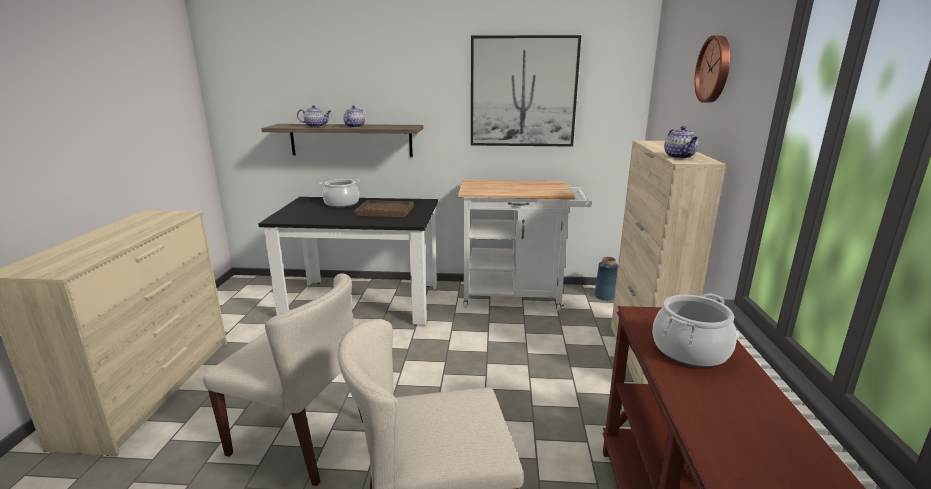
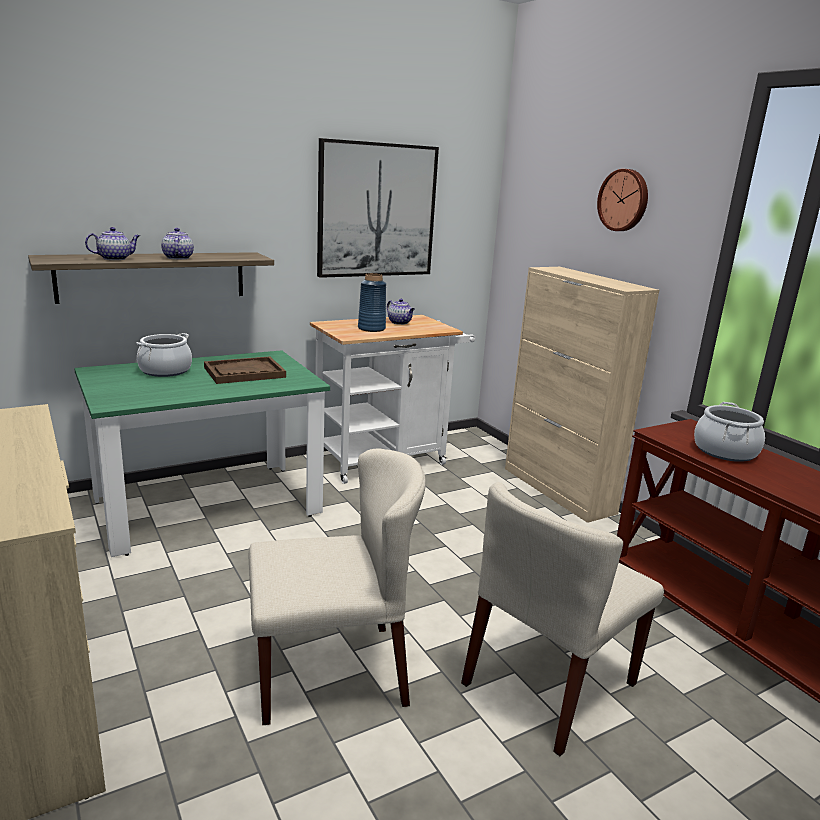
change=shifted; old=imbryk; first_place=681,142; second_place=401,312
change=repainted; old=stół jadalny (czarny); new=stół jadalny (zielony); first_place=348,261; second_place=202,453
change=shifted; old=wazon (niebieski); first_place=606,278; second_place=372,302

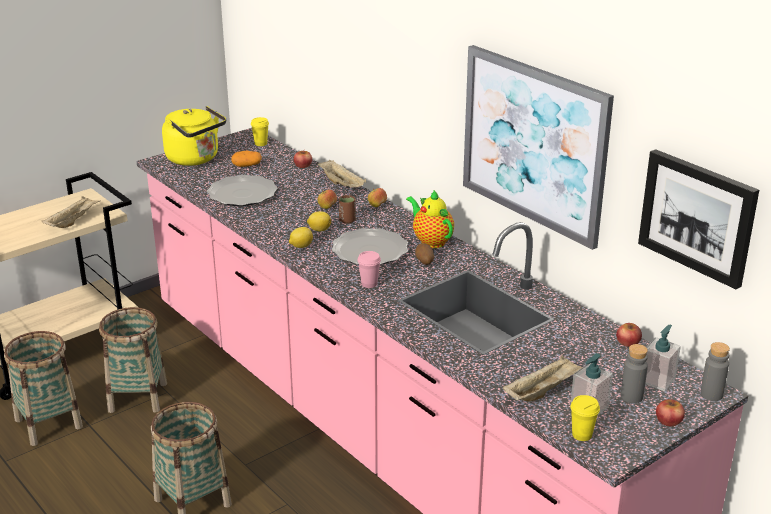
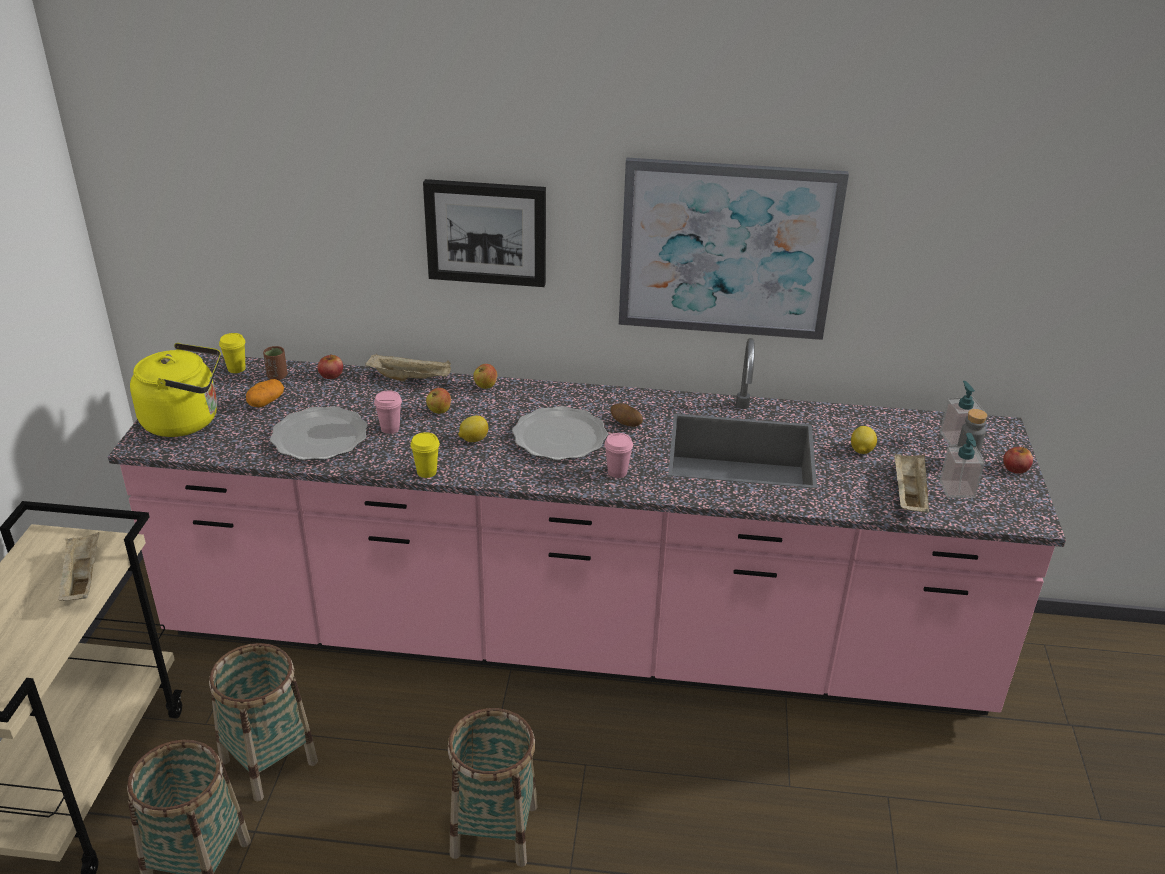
change=shifted; old=obraz; first_place=698,219; second_place=484,233
change=gone; old=imbryk; first_place=430,219
change=shifted; old=filiżanka (brązowy); first_place=347,209; second_place=275,363
change=shifted; old=cytryna; first_place=301,237; second_place=864,440
change=gone; old=jabłko; first_place=629,335
change=gone; old=butelka (szary); first_place=715,371
change=shifted; old=filiżanka (żółty); first_place=585,418; second_place=425,455
change=new; new=filiżanka (różowy); second_place=388,412

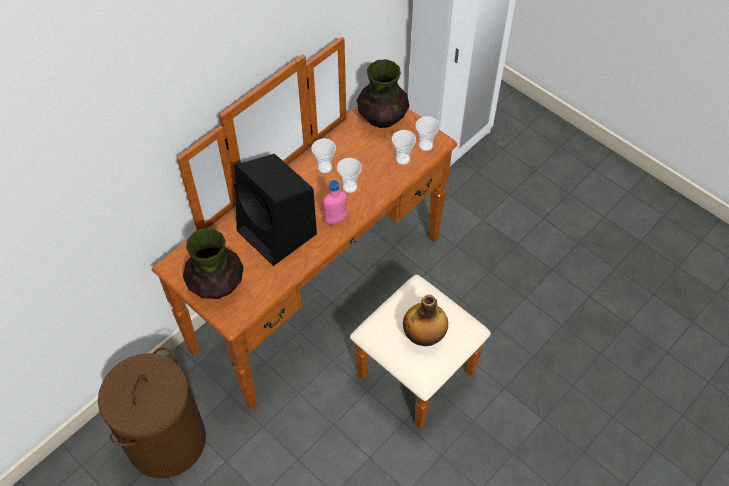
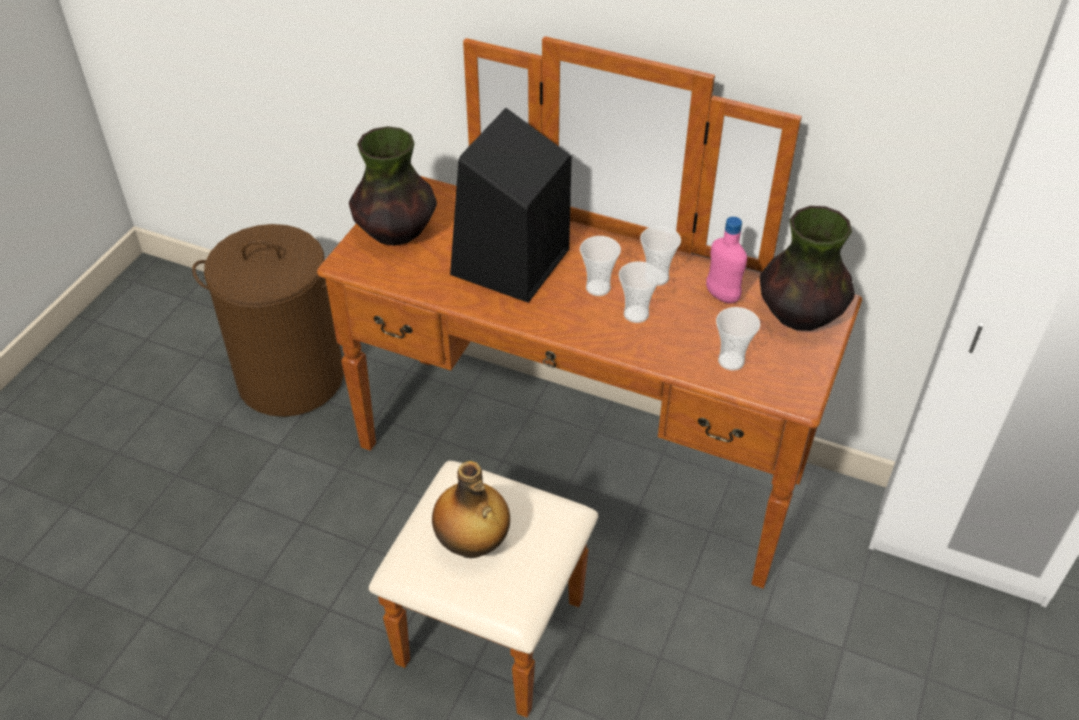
change=shifted; old=filiżanka; first_place=427,133; second_place=600,266
change=shifted; old=butelka (różowy); first_place=335,202; second_place=726,260

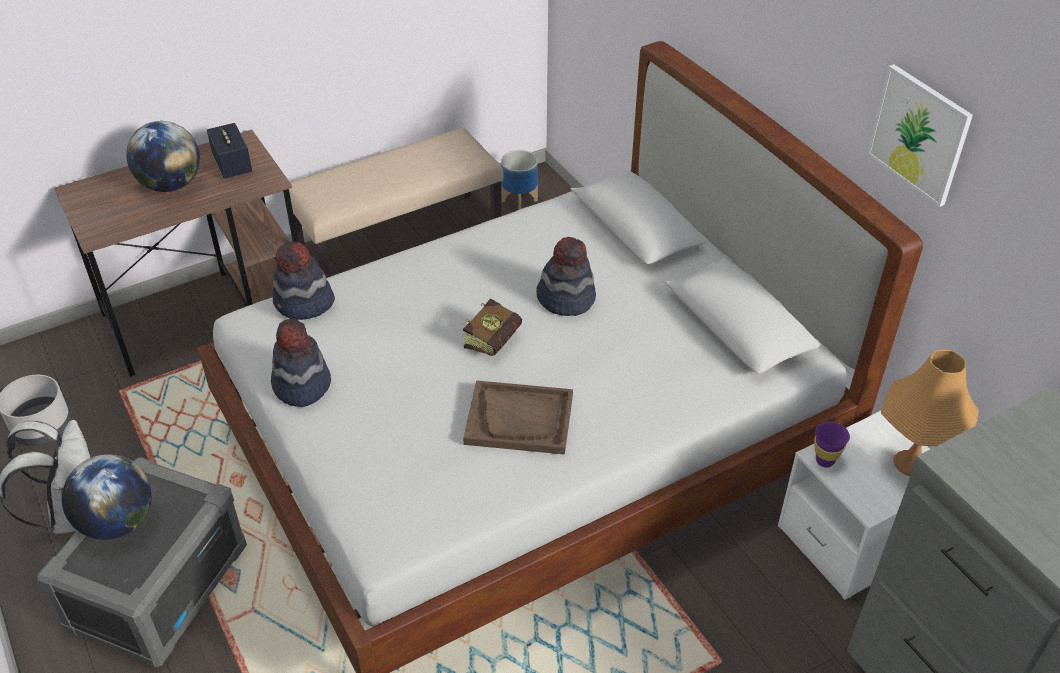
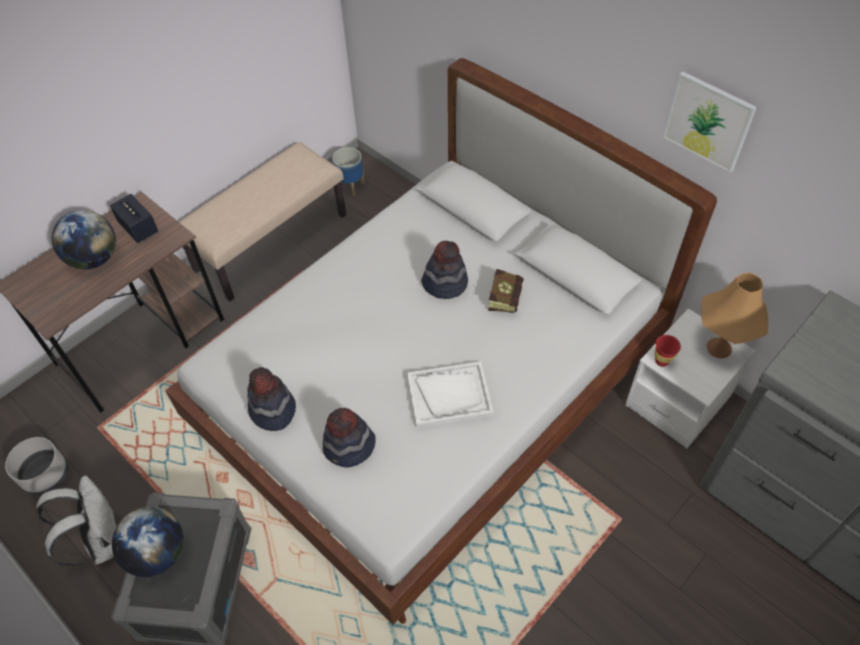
change=shifted; old=kapelusz; first_place=304,280; second_place=349,438
change=shifted; old=książka; first_place=492,327; second_place=506,291
change=repainted; old=taca (brązowy); new=taca (biały); first_place=518,417; second_place=450,394
change=repainted; old=filiżanka (fioletowy); new=filiżanka (czerwony); first_place=832,444; second_place=668,351

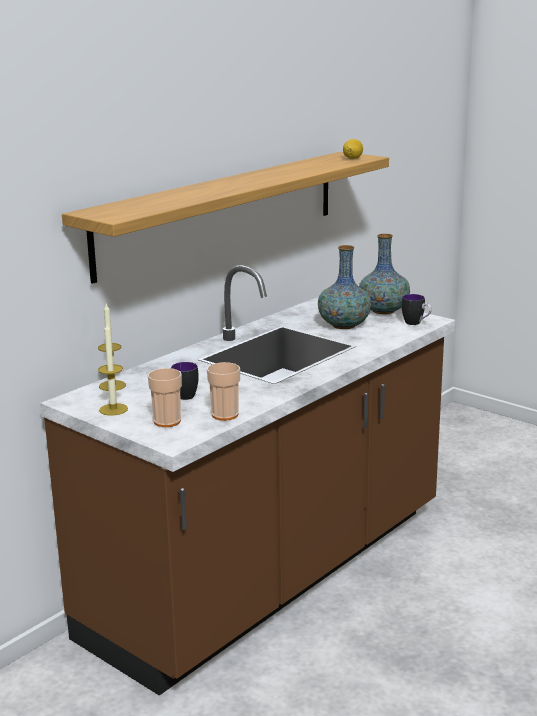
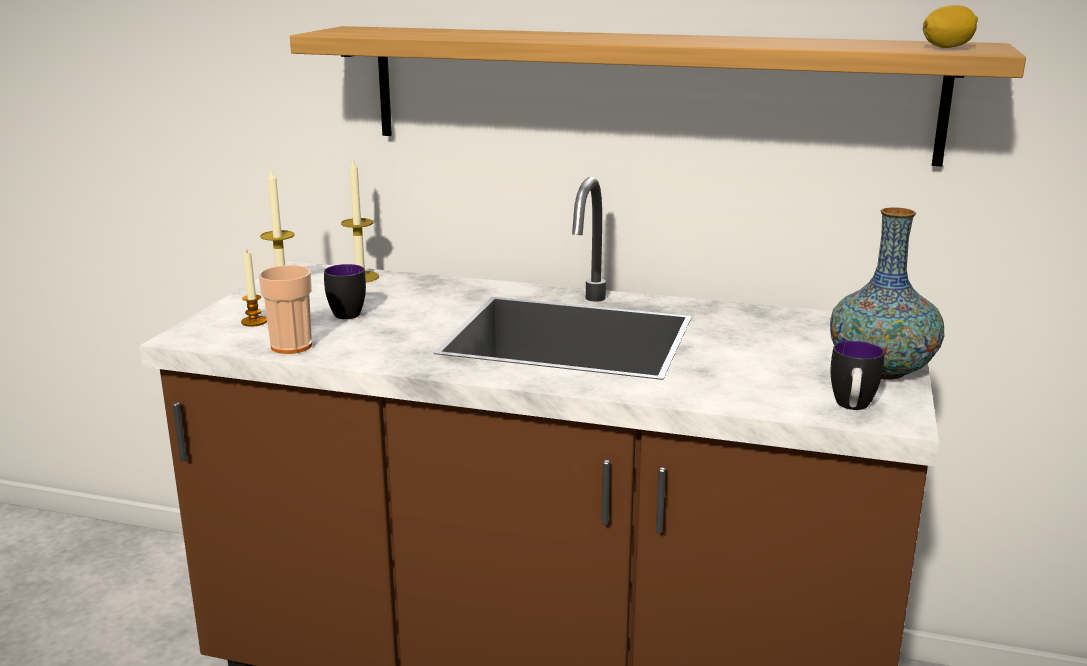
change=gone; old=wazon; first_place=344,287
change=swapped; old=filiżanka; new=świeca; first_place=165,397; second_place=254,289

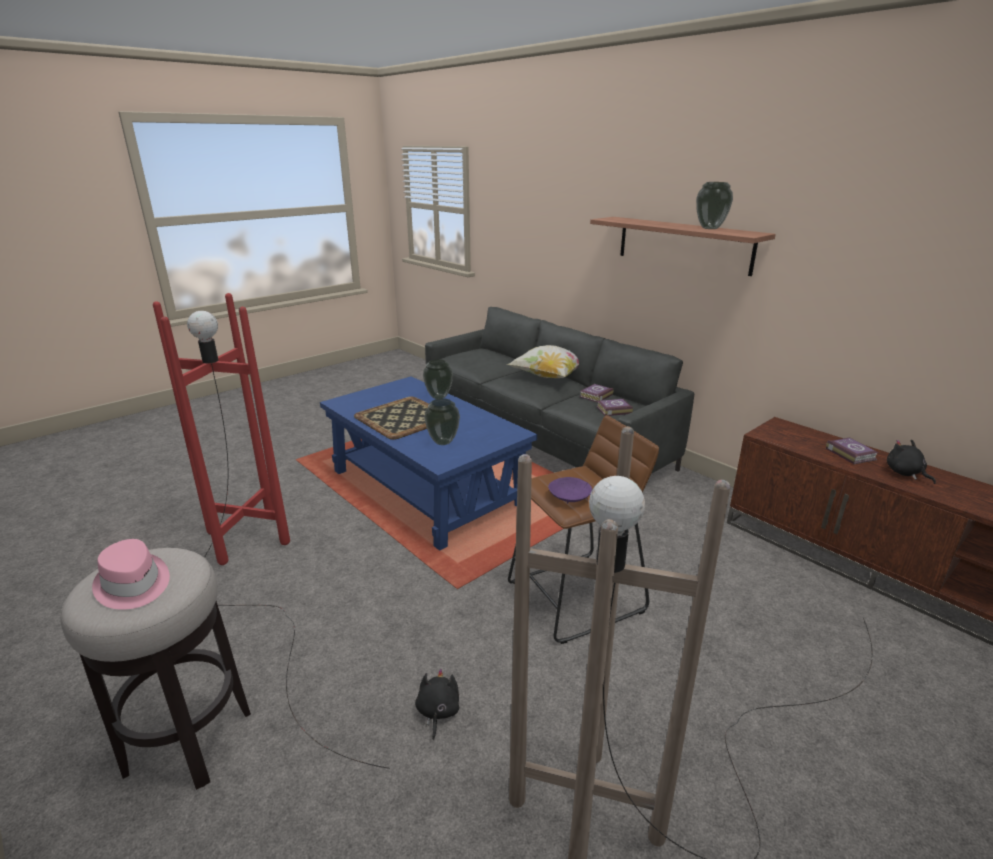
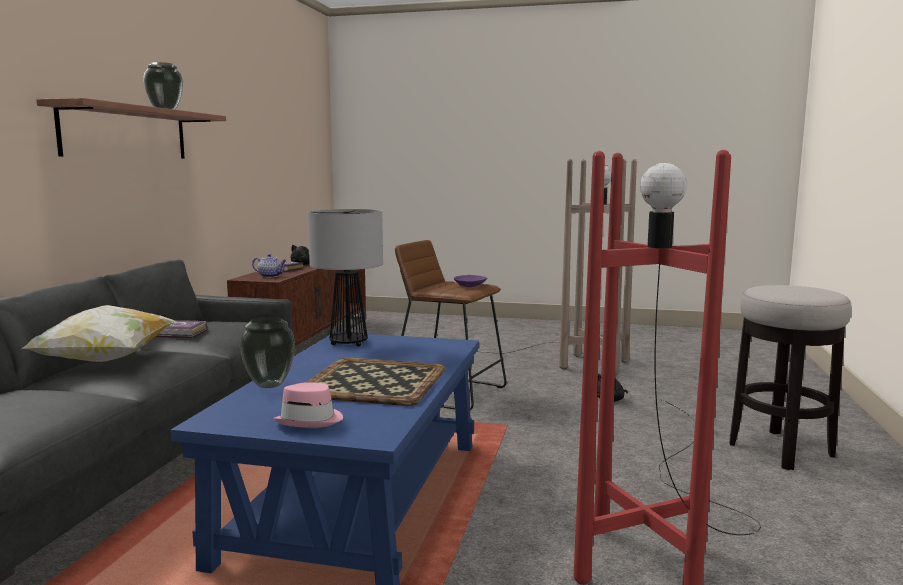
change=gone; old=wazon; first_place=442,421
change=gone; old=książka; first_place=615,407
change=shifted; old=kapelusz (różowy); first_place=131,574; second_place=308,405
change=new; new=lampa stołowa; second_place=345,278
change=new; new=imbryk; second_place=269,266

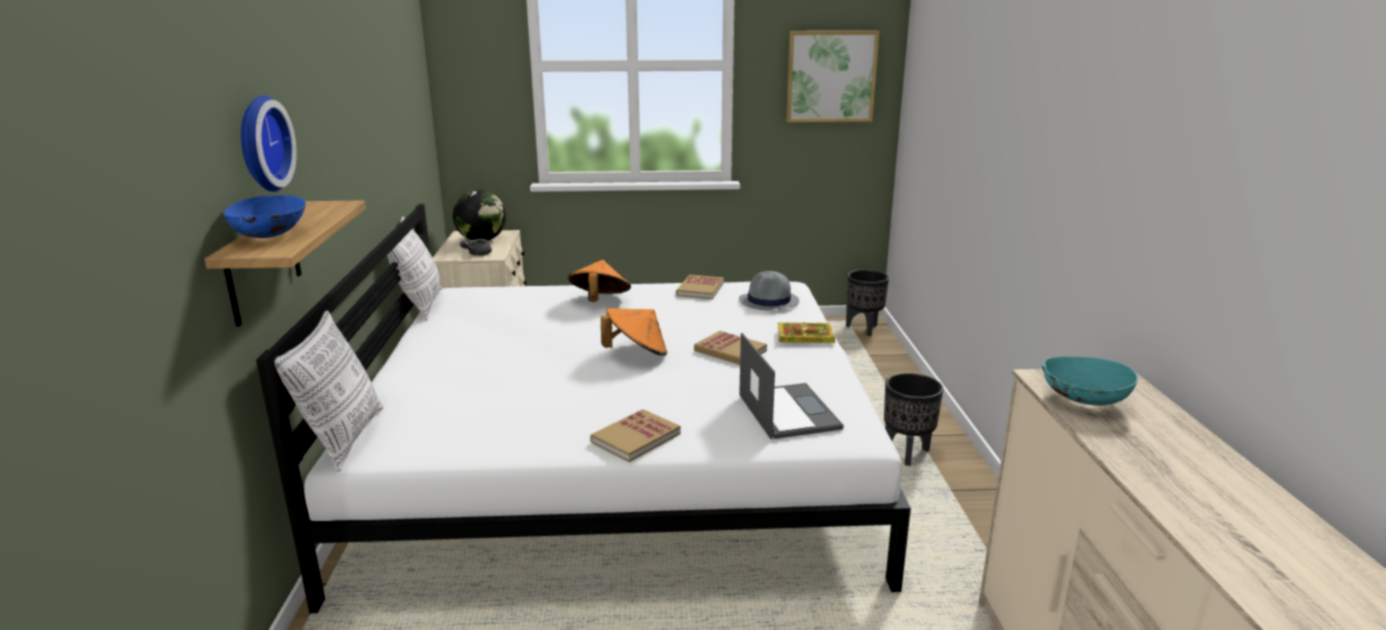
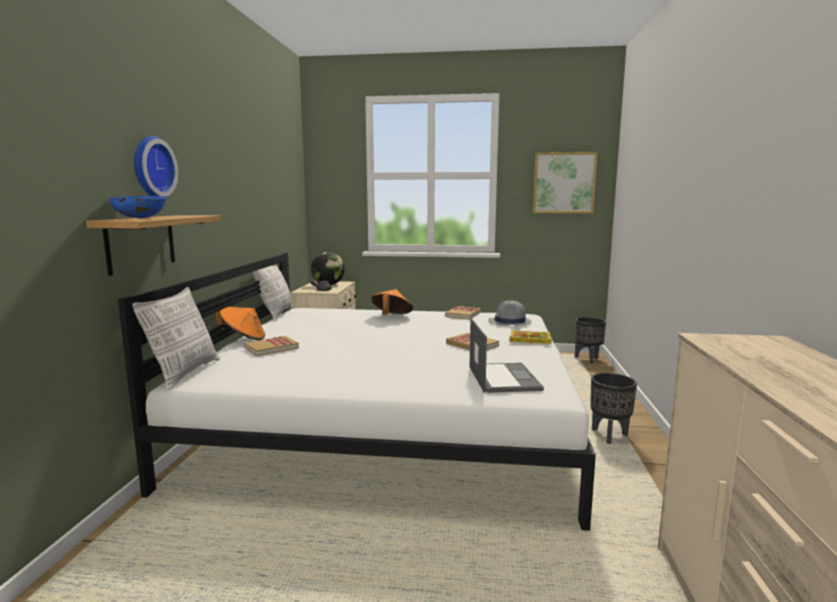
change=shifted; old=kapelusz (pomarańczowy); first_place=634,332; second_place=240,323
change=gone; old=miska (turkusowy); first_place=1090,381
change=shifted; old=książka; first_place=635,435; second_place=271,346

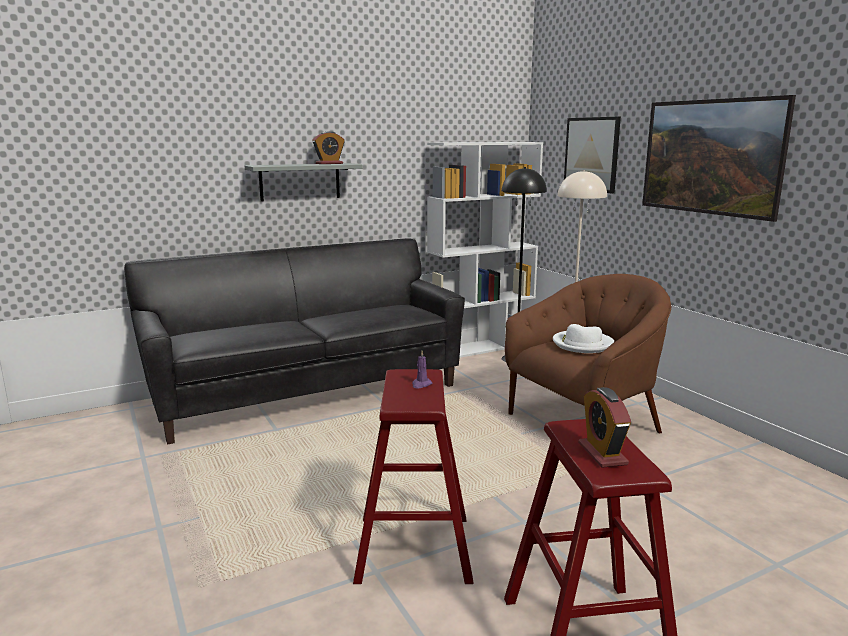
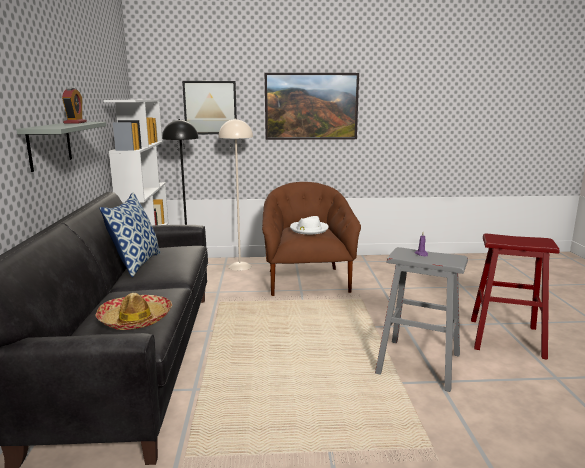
change=repainted; old=stołek (czerwony); new=stołek (szary); first_place=413,476; second_place=421,319
change=gone; old=budzik; first_place=604,427
change=new; new=poduszka; second_place=130,234
change=new; new=kapelusz; second_place=133,311

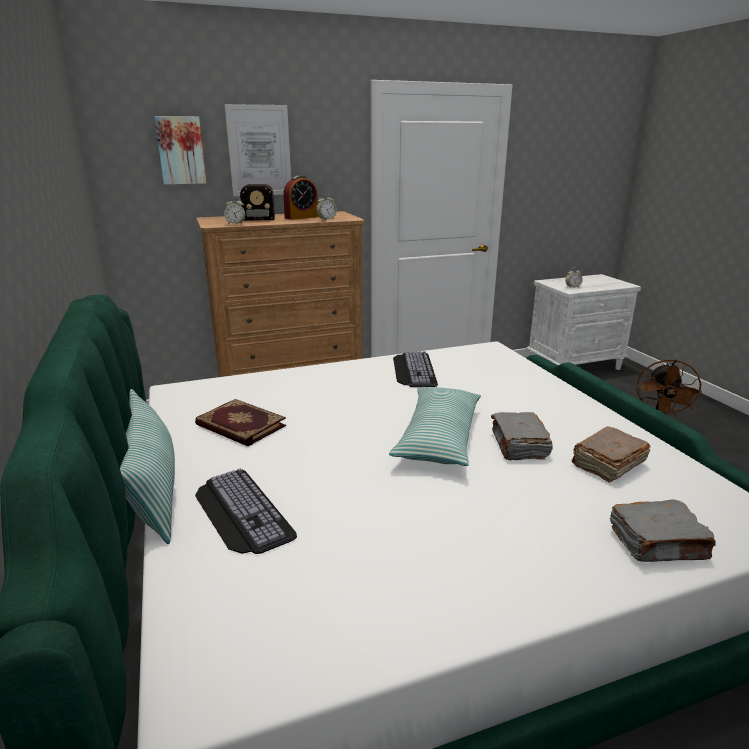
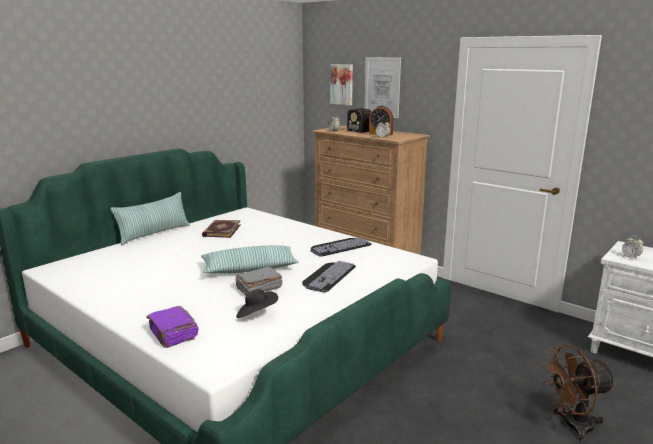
change=swapped; old=książka (brązowy); new=kapelusz (czarny); first_place=611,455; second_place=257,303
change=shifted; old=klawiatura; first_place=246,511; second_place=329,277
change=repainted; old=książka (szary); new=książka (fioletowy); first_place=663,530; second_place=172,327

